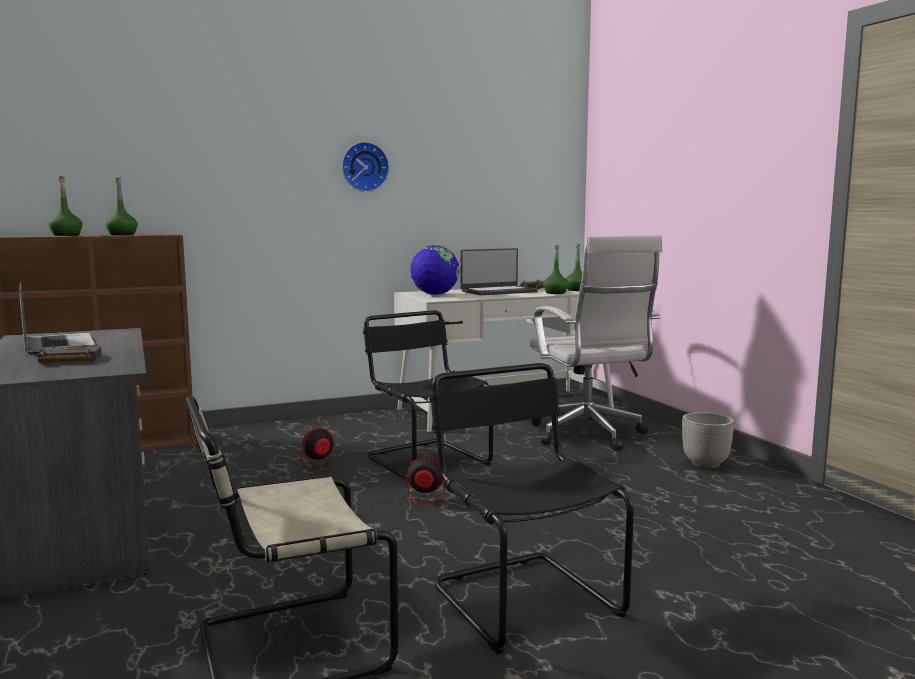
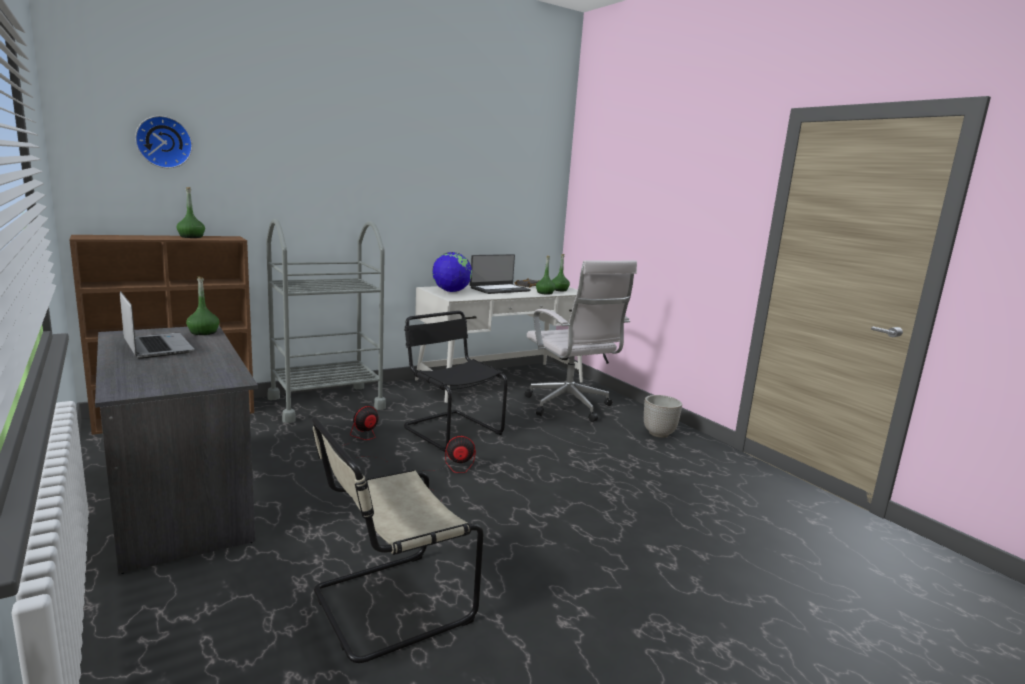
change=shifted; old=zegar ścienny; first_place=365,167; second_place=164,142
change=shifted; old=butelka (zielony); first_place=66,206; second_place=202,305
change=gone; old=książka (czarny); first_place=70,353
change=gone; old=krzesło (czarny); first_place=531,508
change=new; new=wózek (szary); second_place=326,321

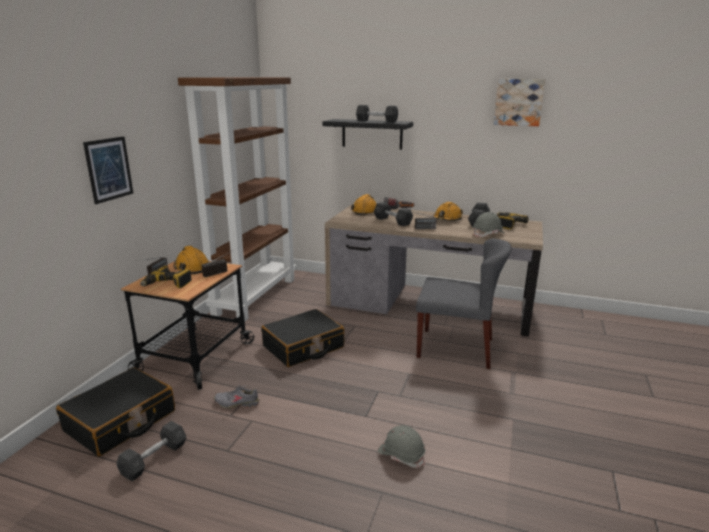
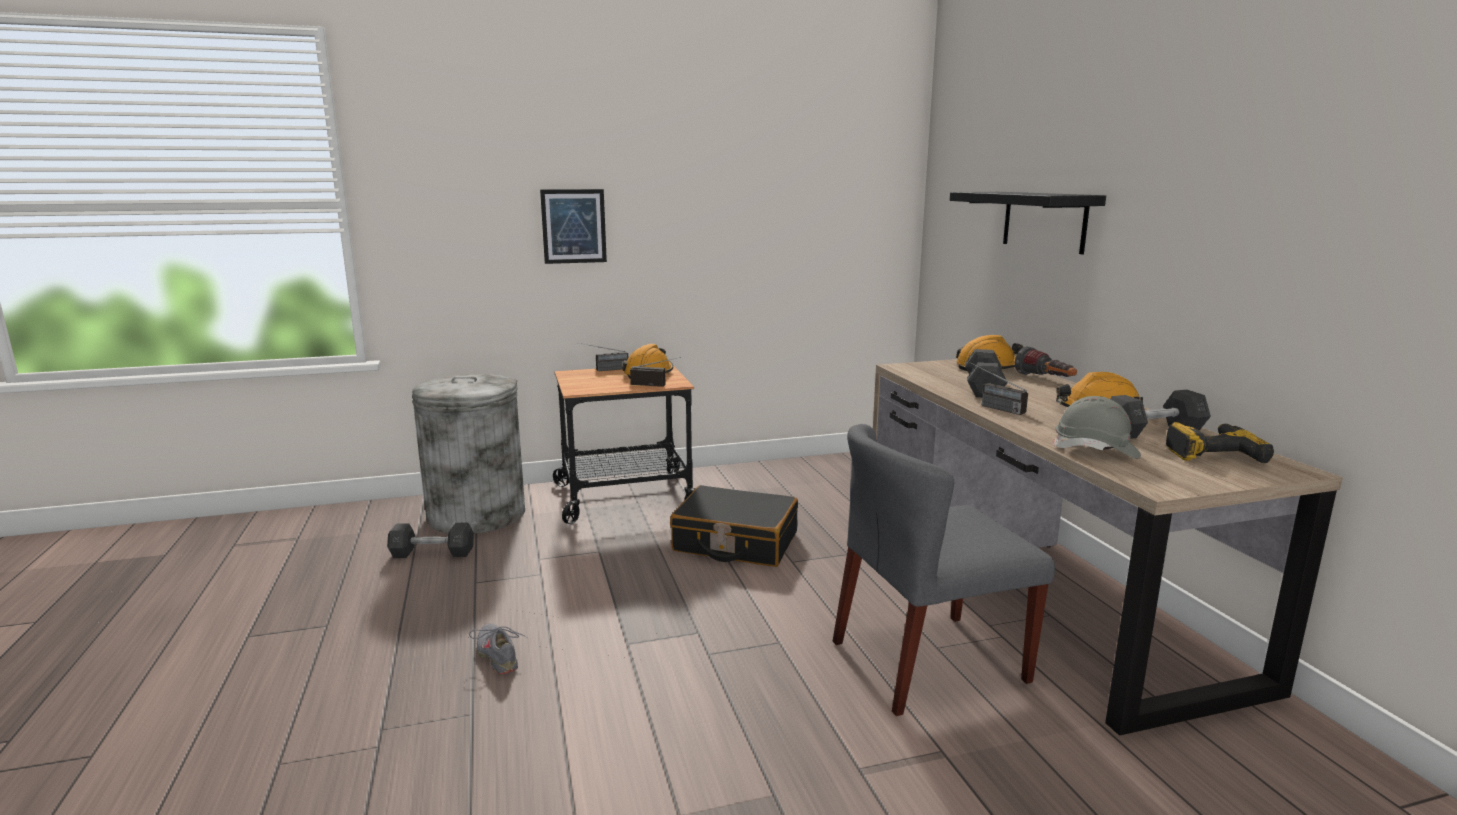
change=gone; old=regał (brązowy); first_place=237,199
change=gone; old=obraz; first_place=519,102
change=gone; old=hantel (szary); first_place=377,114
change=rotated; old=krzesło (szary); first_place=464,303; second_place=944,570; degrees=90
change=gone; old=wiertarka; first_place=166,276
change=swapped; old=walizka (czarny); new=kosz na śmieci (szary); first_place=115,412; second_place=468,454
change=shifted; old=but (szary); first_place=236,397; second_place=499,649
change=gone; old=kask (szary); first_place=402,446

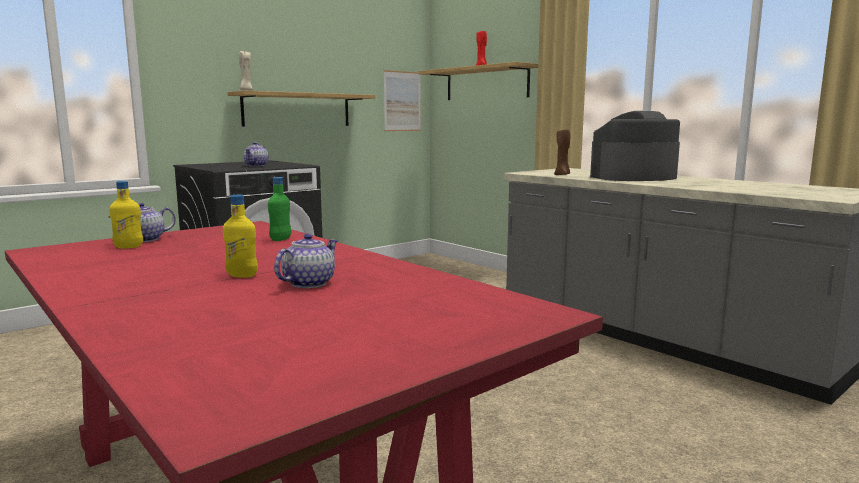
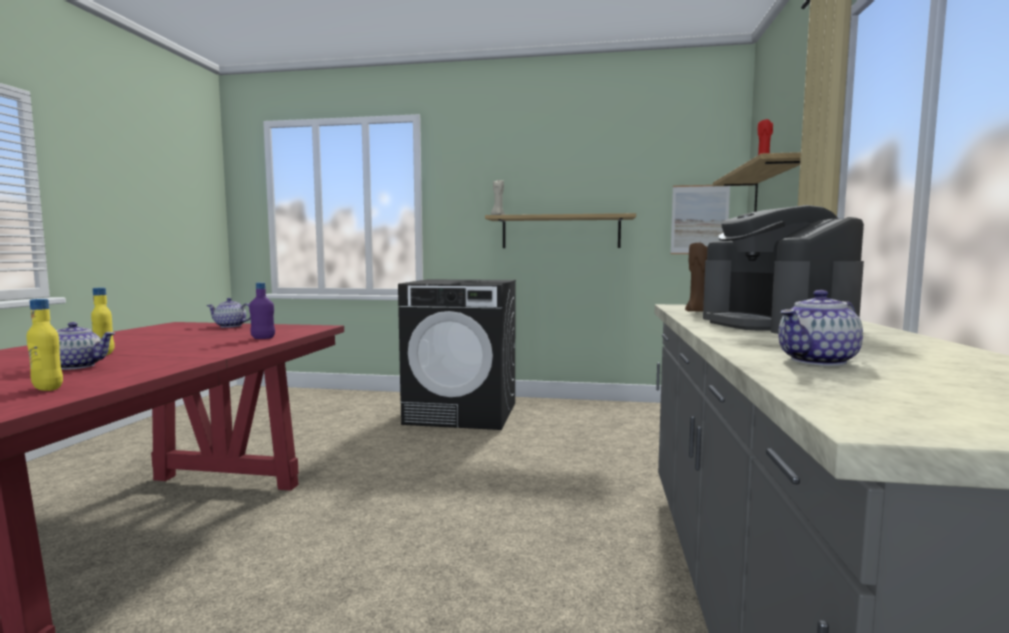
change=rotated; old=ekspres do kawy; first_place=635,146; second_place=783,269; degrees=-135
change=shifted; old=imbryk; first_place=256,154; second_place=820,328
change=repainted; old=butelka (zielony); new=butelka (fioletowy); first_place=279,209; second_place=262,310
change=shifted; old=butelka (żółty); first_place=126,215; second_place=44,345

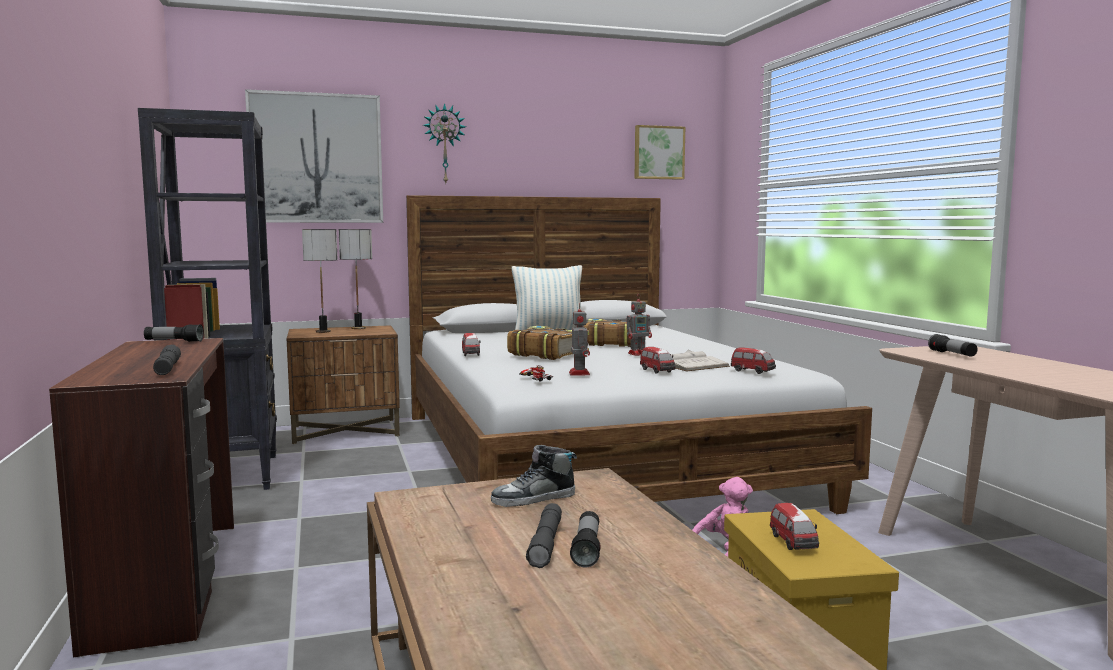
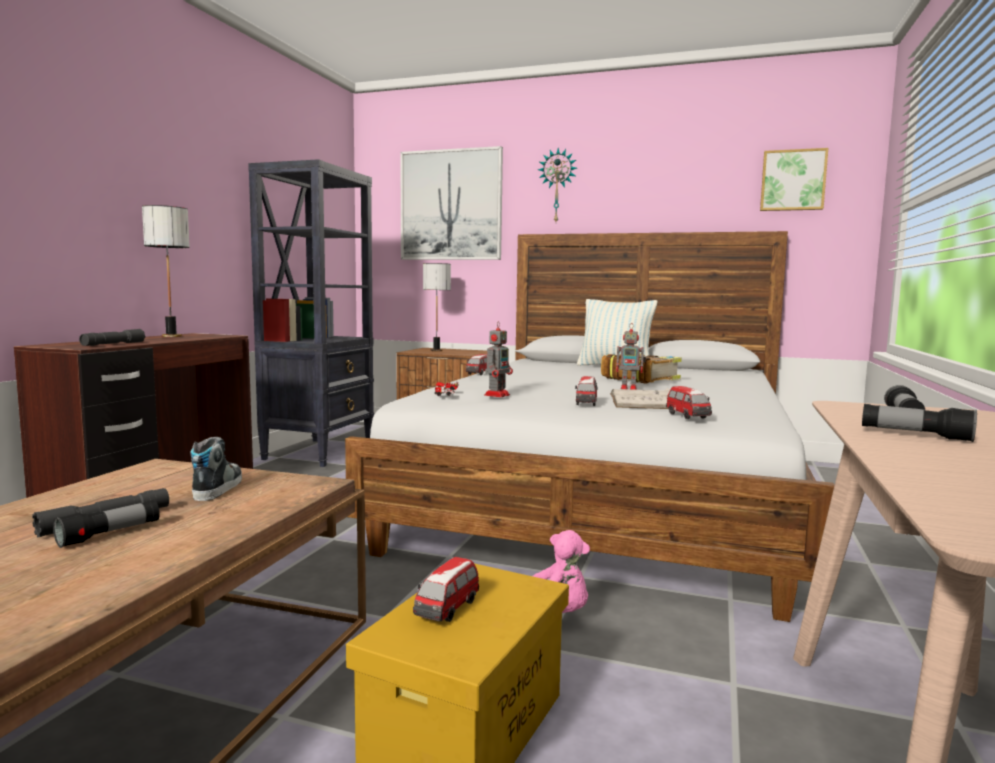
change=shifted; old=lampa stołowa; first_place=355,279; second_place=166,271
change=shifted; old=latarka; first_place=174,333; second_place=919,423
change=gone; old=książka; first_place=548,343
change=rotated; old=but; first_place=534,476; second_place=216,469; degrees=75

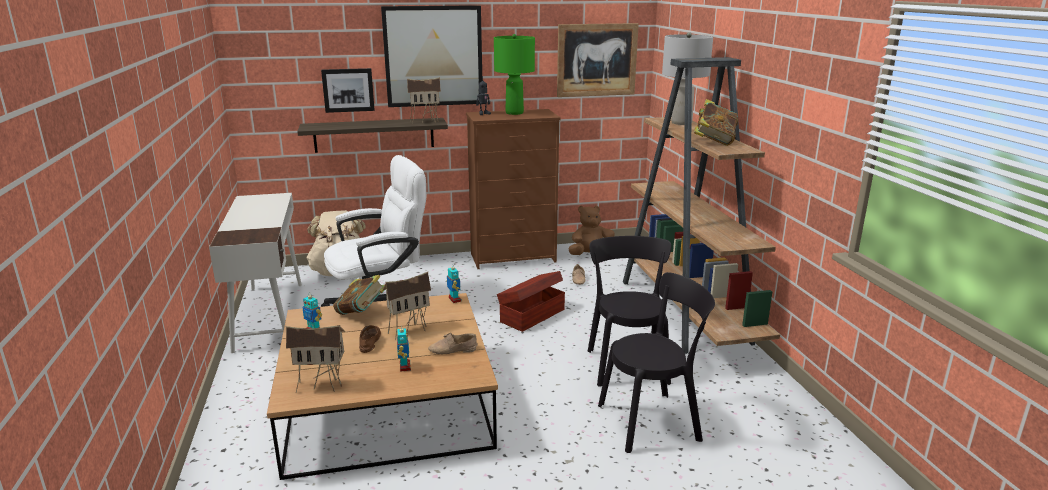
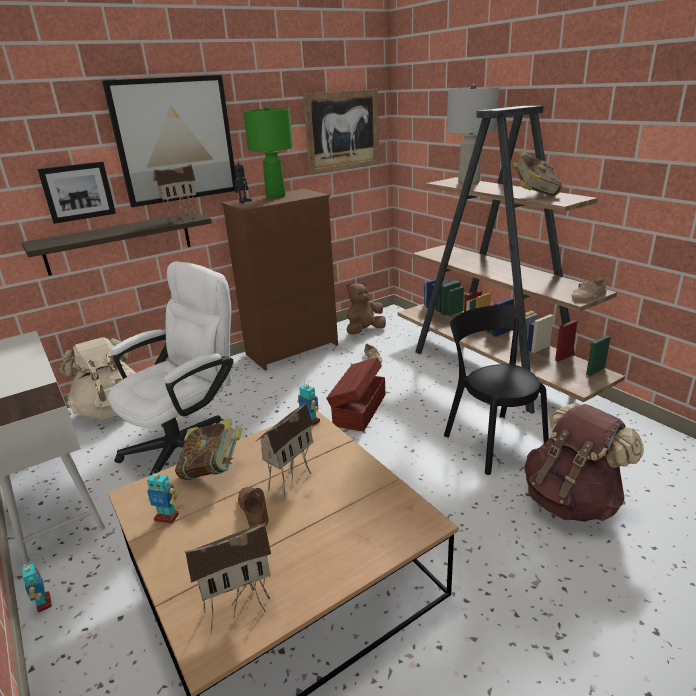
change=swapped; old=krzesło (czarny); new=plecak (brązowy); first_place=656,362; second_place=584,462
change=shifted; old=robot zabawkowy; first_place=404,349; second_place=37,588
change=shifted; old=but (beżowy); first_place=453,343; second_place=589,289

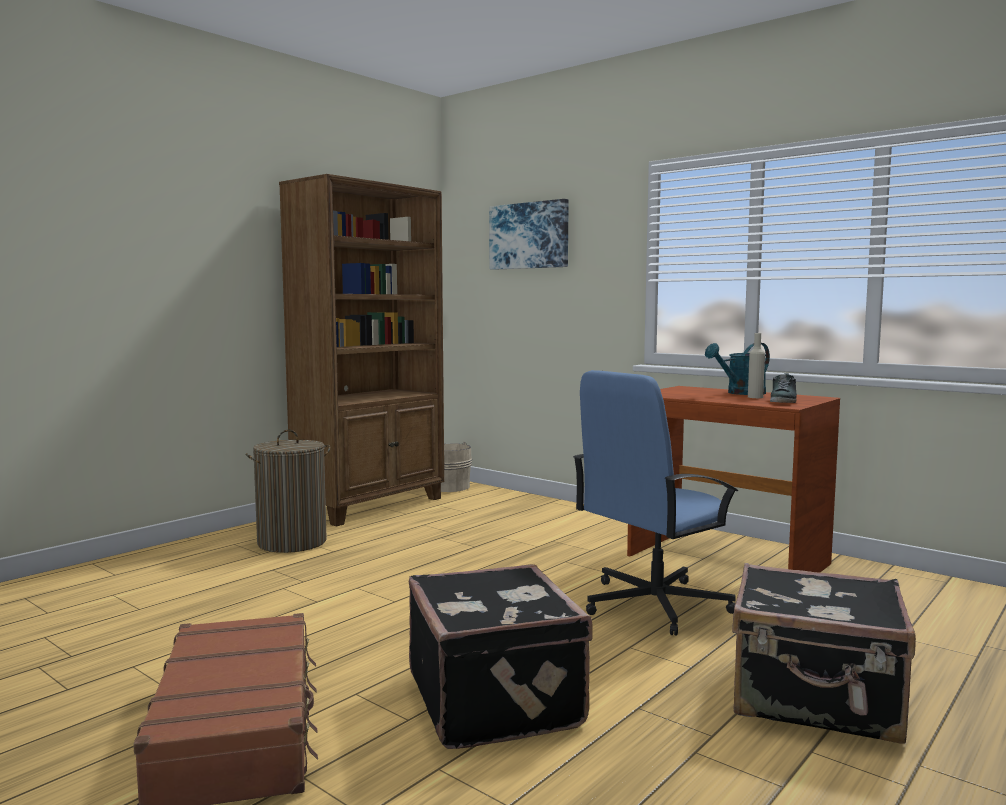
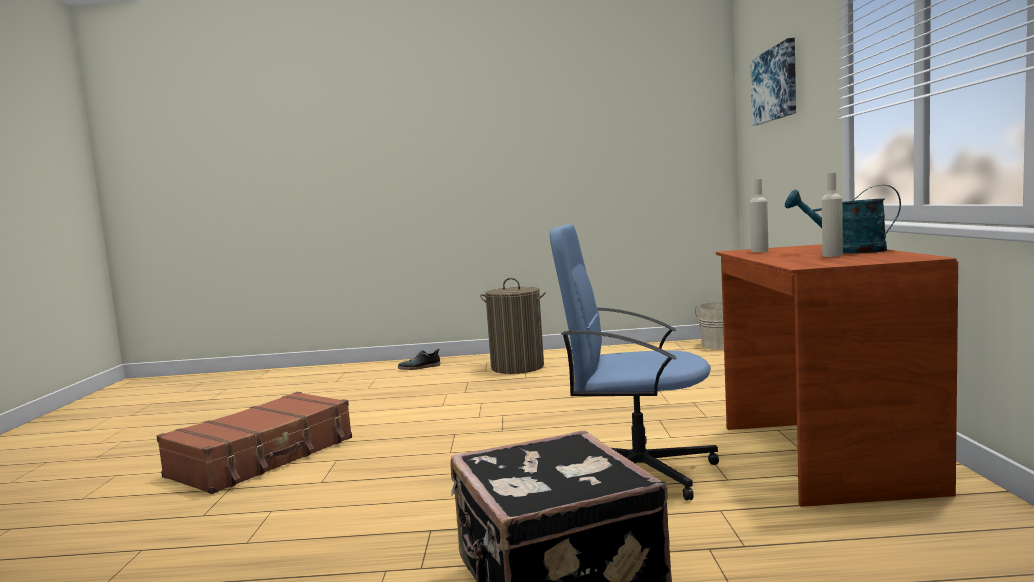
change=gone; old=regał (brązowy); first_place=361,350
change=shifted; old=but; first_place=783,388; second_place=419,359
change=gone; old=walizka (czarny); first_place=501,656
change=new; new=butelka (beżowy); second_place=759,215

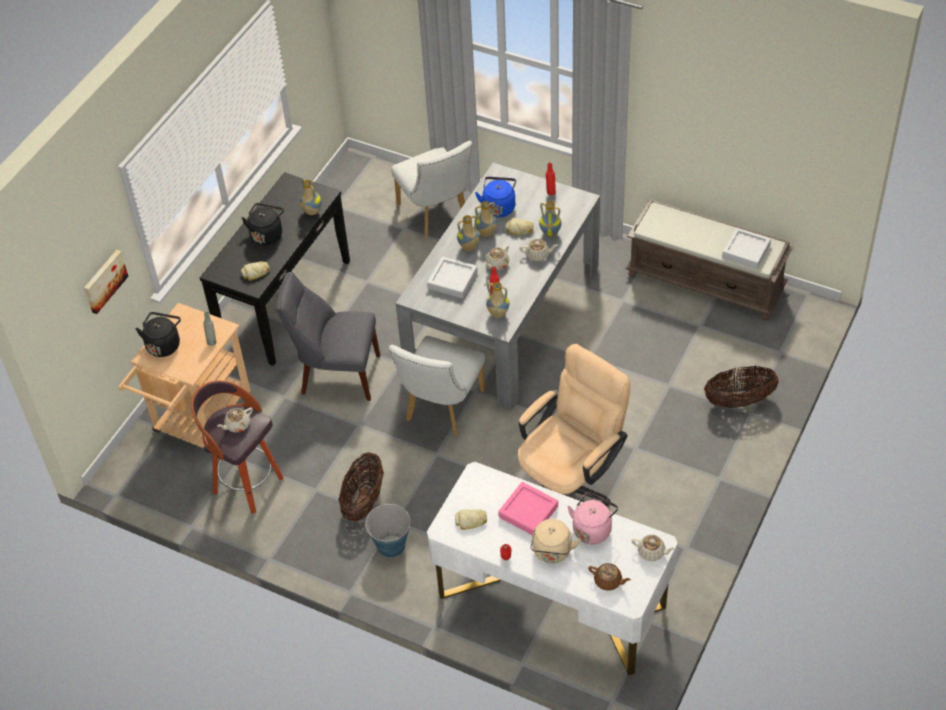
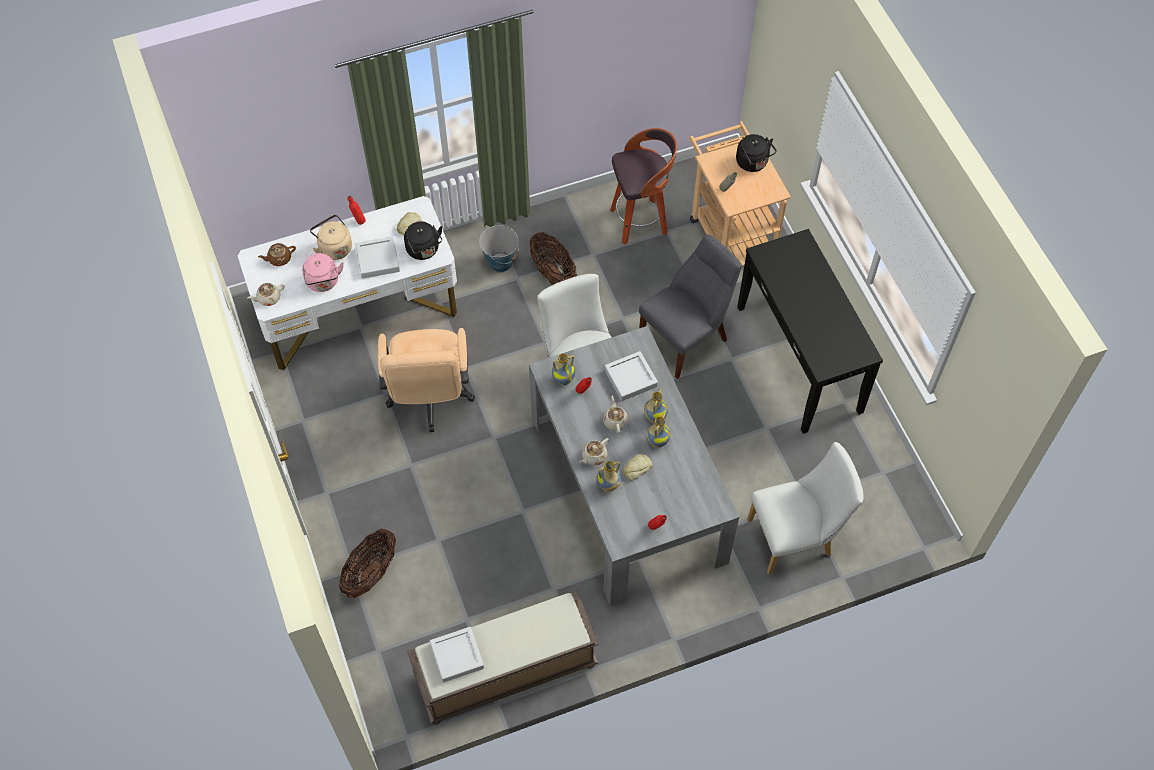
change=rotated; old=krzesło (biały); first_place=431,189; second_place=805,508; degrees=150
change=gone; old=czajnik (niebieski); first_place=495,197
change=gone; old=wazon; first_place=311,197
change=shifted; old=czajnik (czarny); first_place=263,224; second_place=423,240
change=gone; old=obraz; first_place=106,282
change=gone; old=chleb; first_place=255,271
change=gone; old=imbryk (beżowy); first_place=235,419
change=repainted; old=taca (różowy); new=taca (szary); first_place=528,508; second_place=377,257

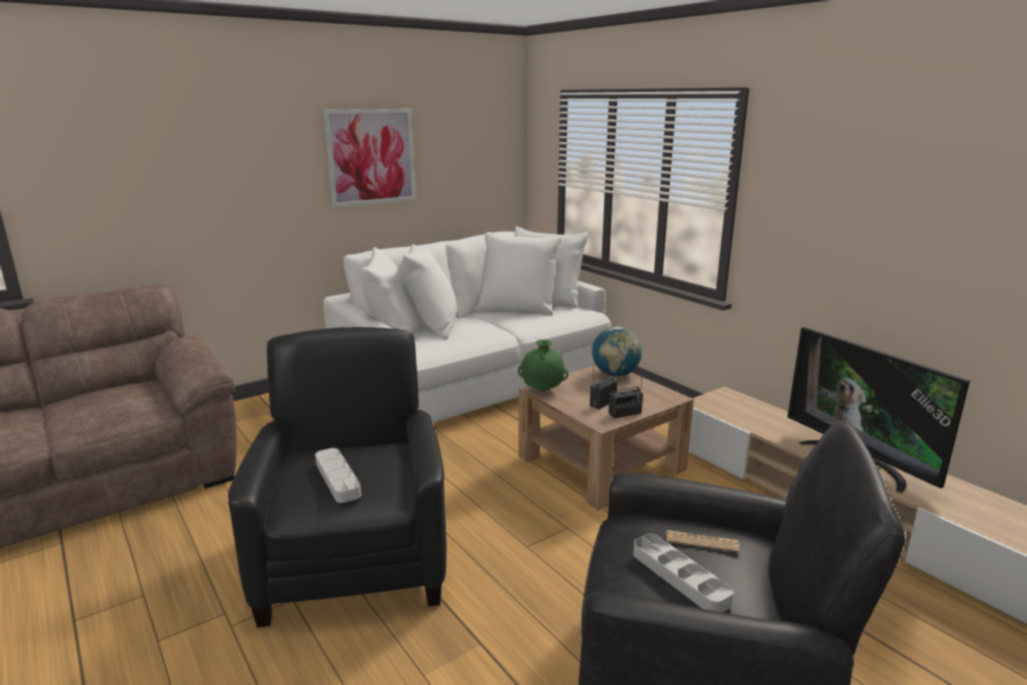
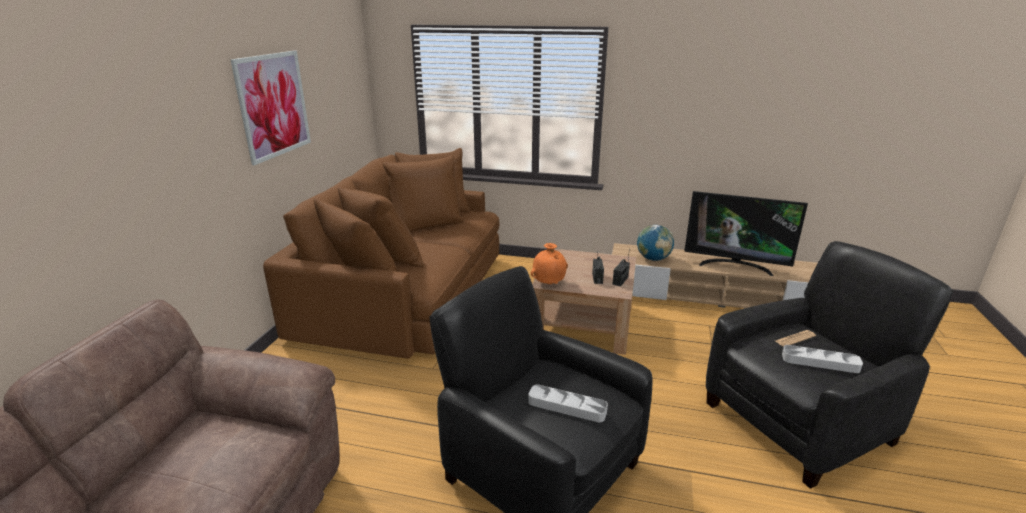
change=repainted; old=kanapa (biały); new=kanapa (brązowy); first_place=467,324; second_place=381,253
change=shifted; old=globus; first_place=617,352; second_place=655,243
change=repainted; old=wazon (zielony); new=wazon (pomarańczowy); first_place=543,365; second_place=549,264

